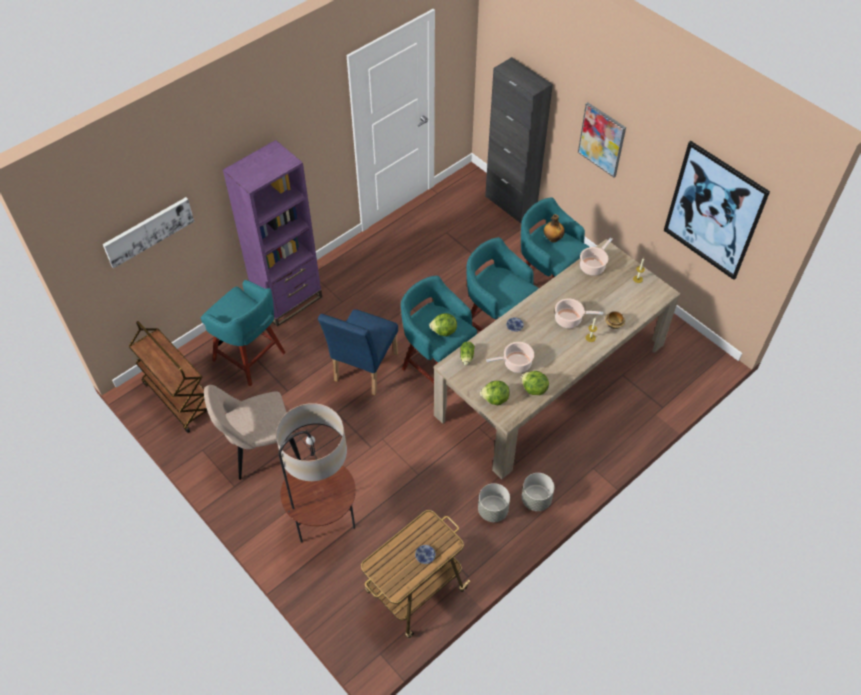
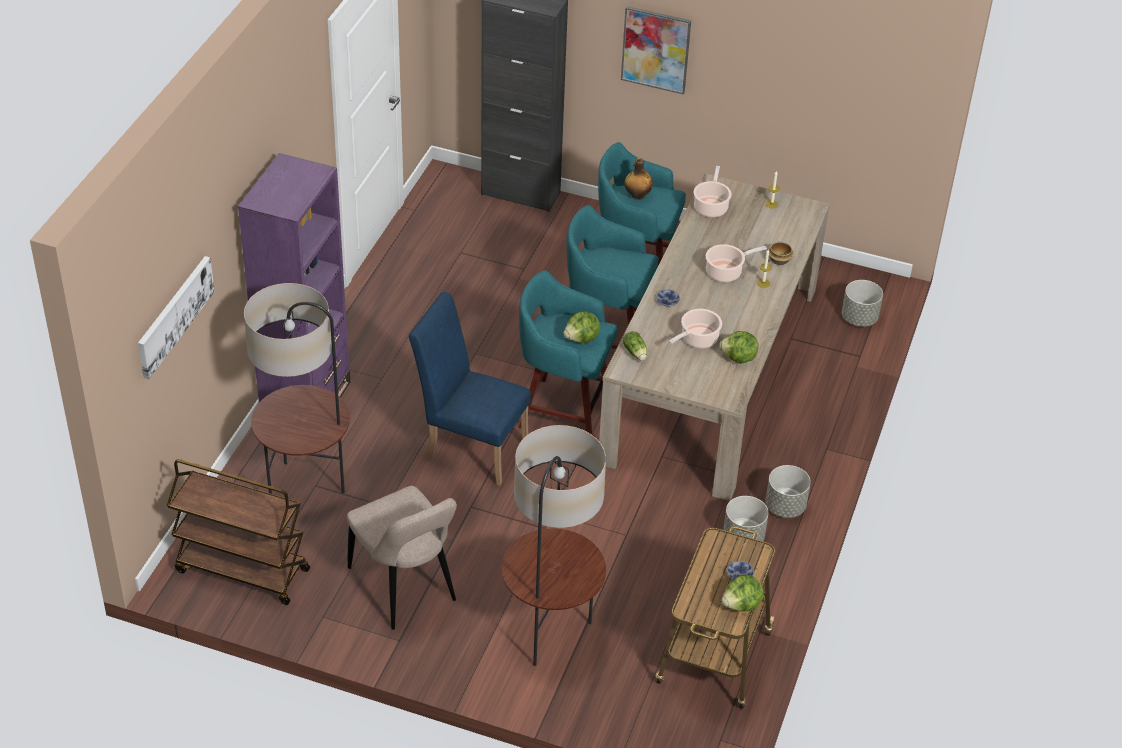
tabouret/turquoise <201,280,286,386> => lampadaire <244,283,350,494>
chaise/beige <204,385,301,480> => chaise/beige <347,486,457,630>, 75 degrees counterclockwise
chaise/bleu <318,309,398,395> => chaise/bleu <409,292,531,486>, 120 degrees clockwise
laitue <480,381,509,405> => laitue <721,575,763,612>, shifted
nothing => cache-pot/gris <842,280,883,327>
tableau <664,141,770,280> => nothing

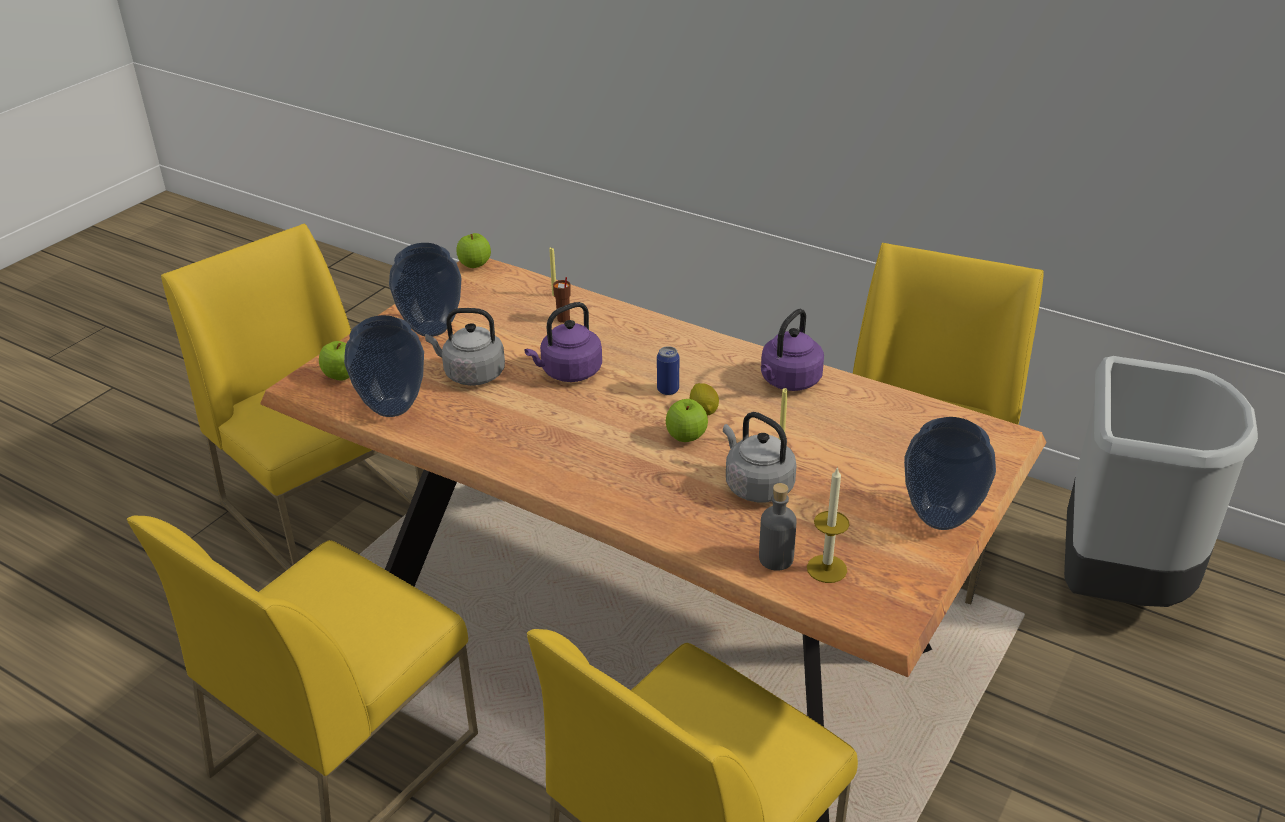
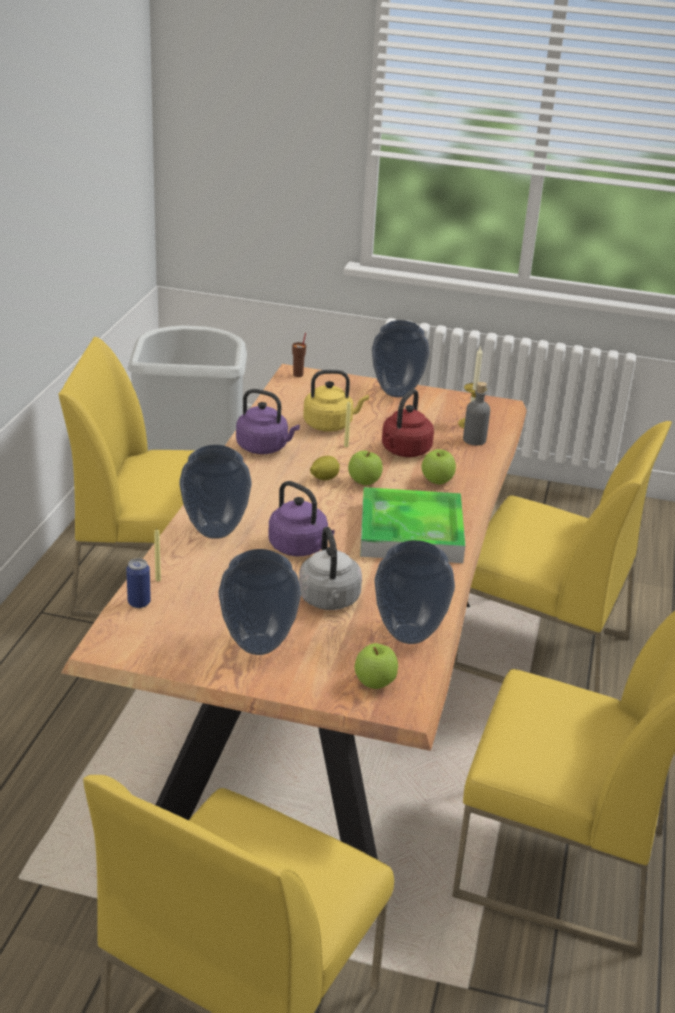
boîte métallique <657,346,679,395> => boîte métallique <126,558,151,608>, shifted
nothing => vase <179,445,252,539>
tasse/marron <553,277,571,323> => tasse/marron <292,333,306,377>, shifted
nothing => bouilloire/jaune <303,370,369,432>
nothing => plateau <360,487,465,563>
bouilloire/gris <723,412,796,502> => bouilloire/rouge <382,389,434,457>
pomme <456,233,491,268> => pomme <422,449,456,484>, shifted

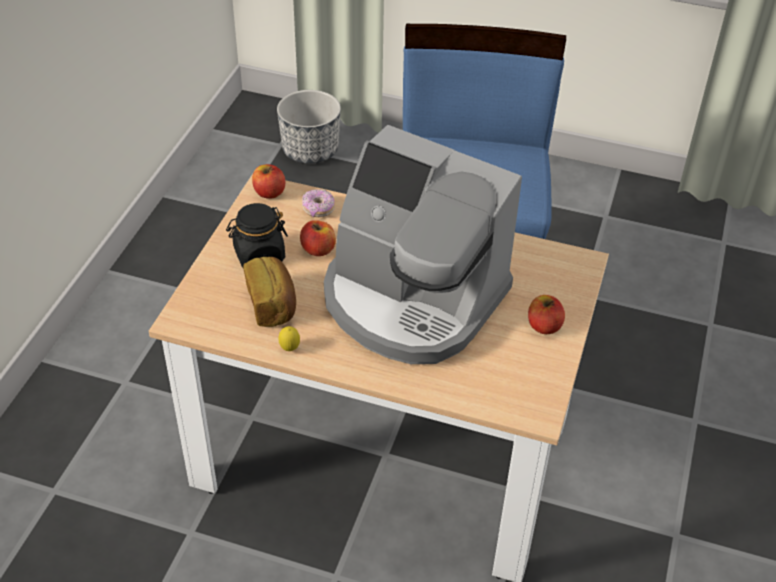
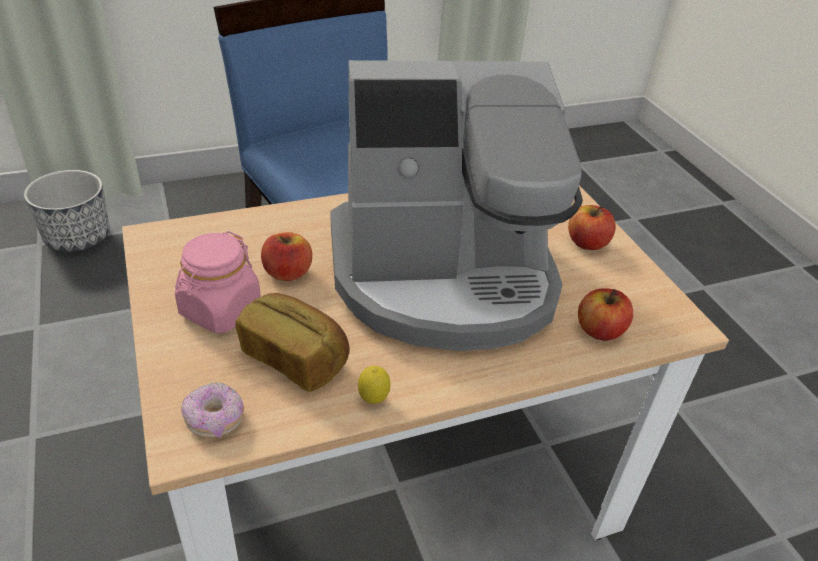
bocal/noir <226,203,288,268> => bocal/rose <175,231,261,334>
beignet <302,189,335,217> => beignet <181,382,244,438>, shifted
pomme <252,164,286,199> => pomme <578,288,633,341>, shifted

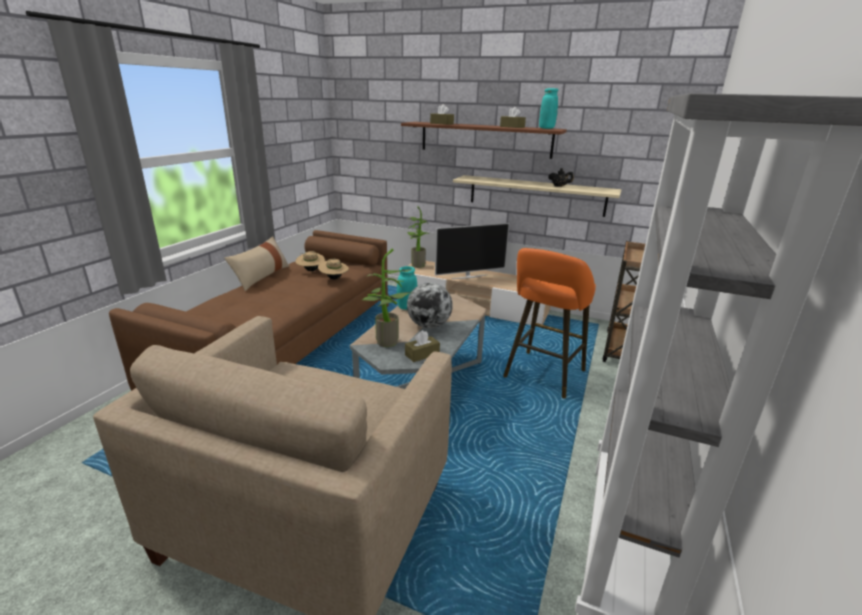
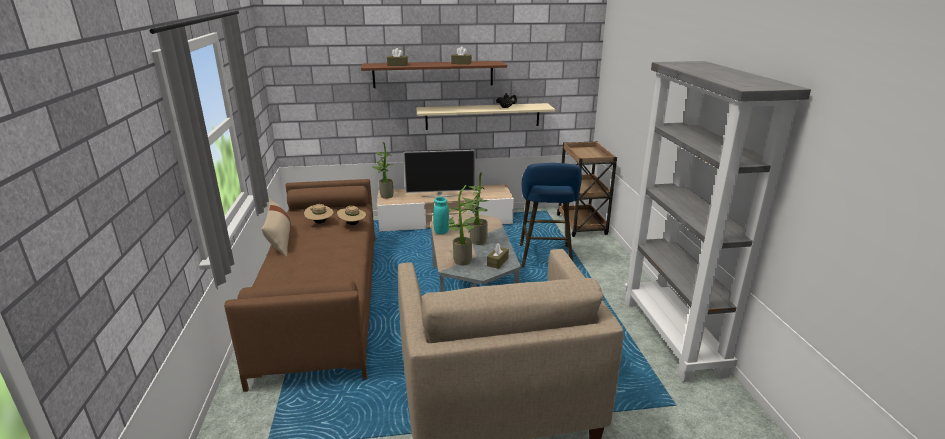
téléviseur <435,223,510,279> => téléviseur <403,150,475,197>, 45 degrees clockwise
globe <407,282,453,328> => plante en pot <461,173,488,245>
tabouret/orange <503,248,596,399> => tabouret/bleu <520,163,582,268>
vase/turquoise <539,88,558,129> => nothing

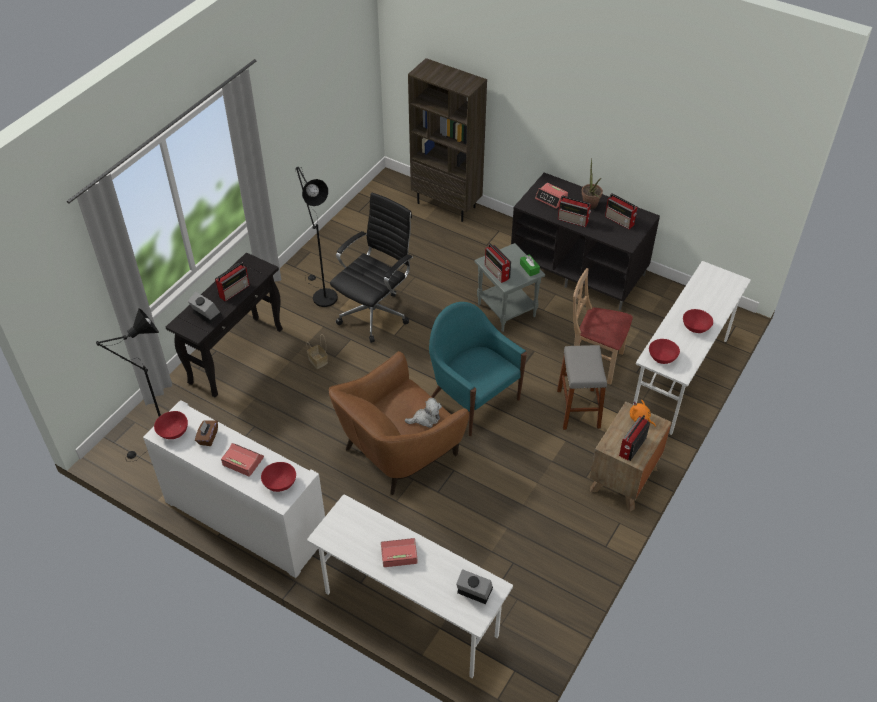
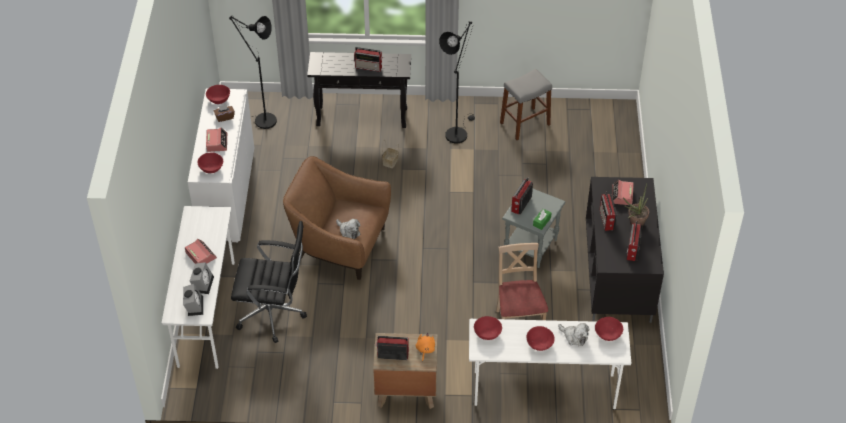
réveil <188,292,222,324> => réveil <190,262,214,294>, shifted
chaise de bureau/noir <330,193,413,343> => chaise de bureau/noir <231,221,307,343>, shifted
tabouret/gris <557,345,607,430> => tabouret/gris <500,69,552,140>, shifted
nothing => peluche <558,323,590,346>
nothing => bol/rouge <595,317,623,341>
bibliothèque/marron <408,58,487,222> => nothing
fauteuil/turquoise <429,302,527,436> => nothing

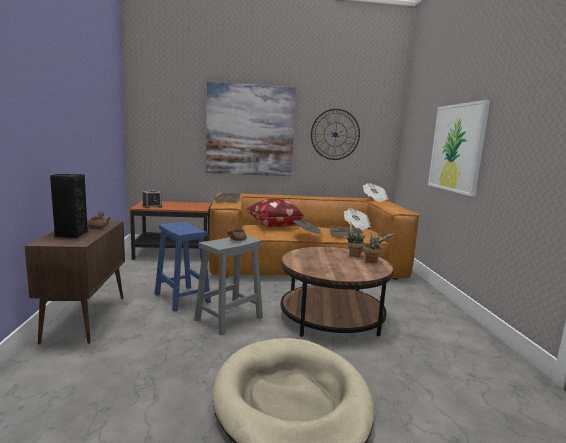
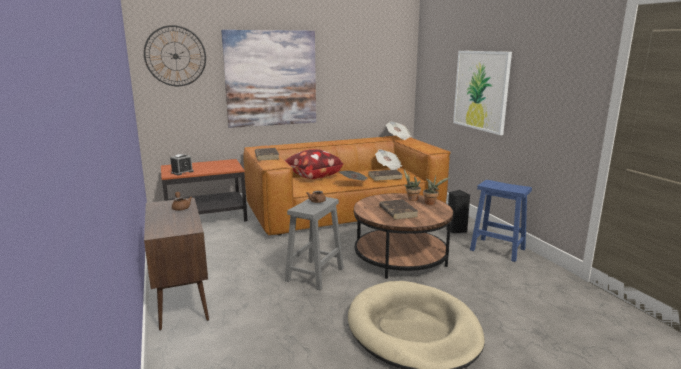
horloge murale <311,109,360,160> => horloge murale <144,25,206,86>, shifted
nothing => livre/marron <379,199,418,219>
enceinte/noir <50,174,88,238> => enceinte/noir <446,190,470,234>, shifted
tabouret/bleu <155,222,211,312> => tabouret/bleu <470,180,532,262>, shifted

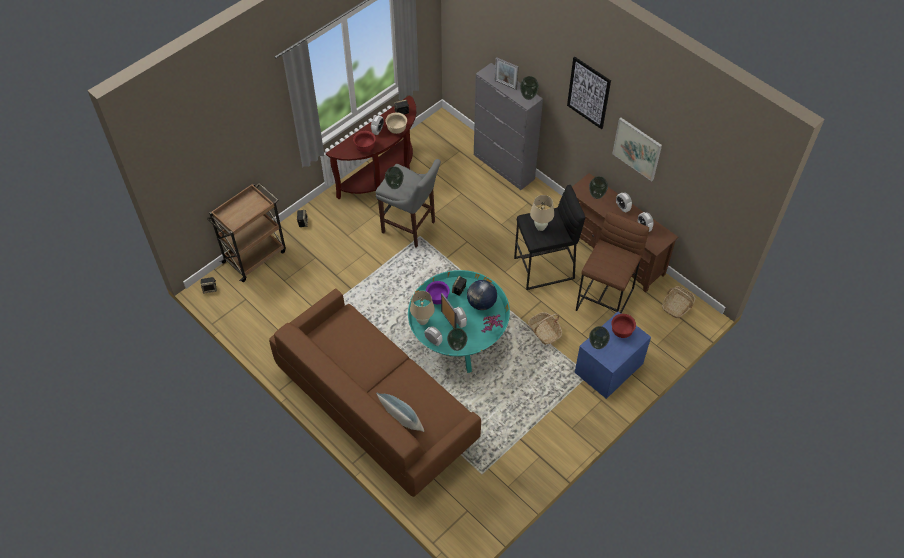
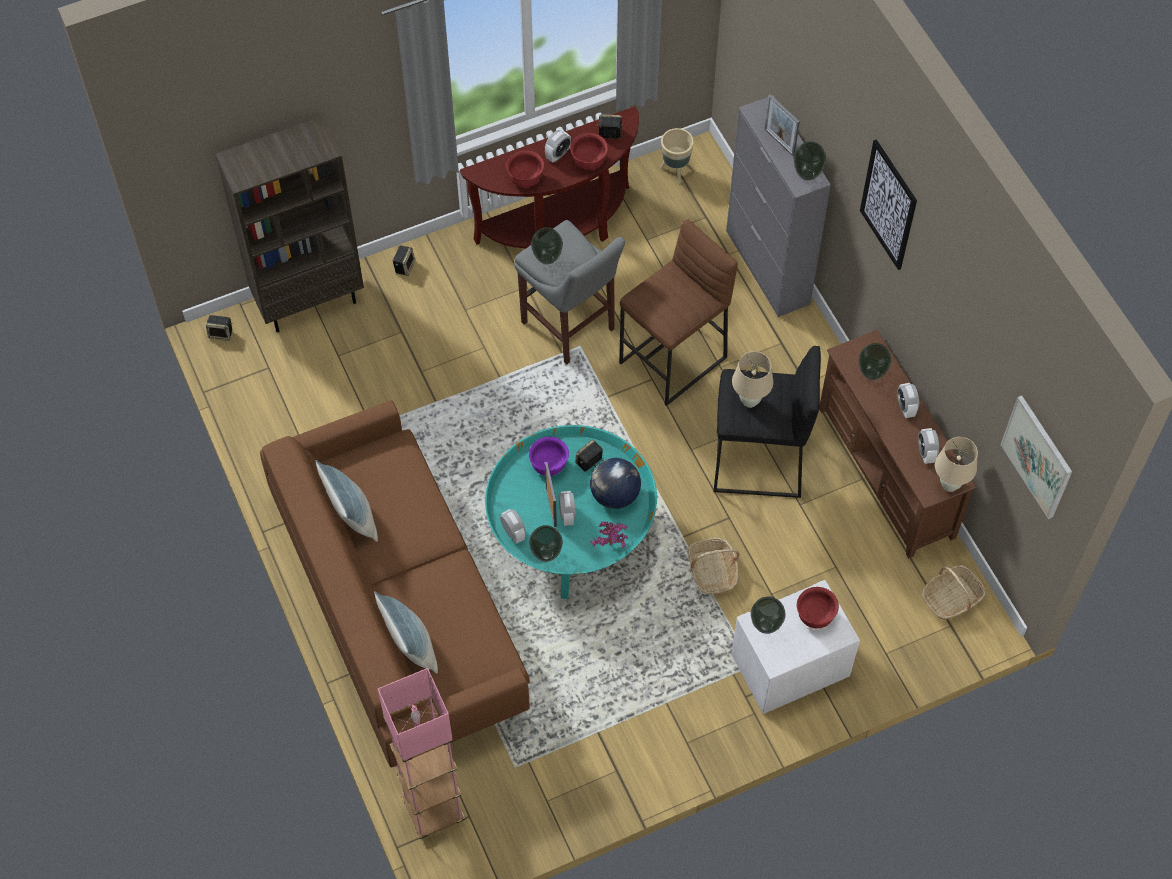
chariot/marron <207,183,286,282> => bibliothèque/marron <215,116,364,332>
nothing => coussin <316,460,378,542>
nothing => lampadaire/rose <378,668,465,839>
bol/beige <385,112,407,134> => bol/rouge <571,133,608,170>
tabouret/marron <576,212,649,313> => tabouret/marron <619,219,738,406>, shifted
nothing => cache-pot/beige <660,128,694,184>
table de chevet/bleu <575,312,651,399> => table de chevet/blanc <731,580,860,714>
lampe de table/beige <410,291,435,325> => lampe de table/beige <935,437,978,492>, shifted
tableau <612,118,662,181> => tableau <1001,395,1072,519>, shifted

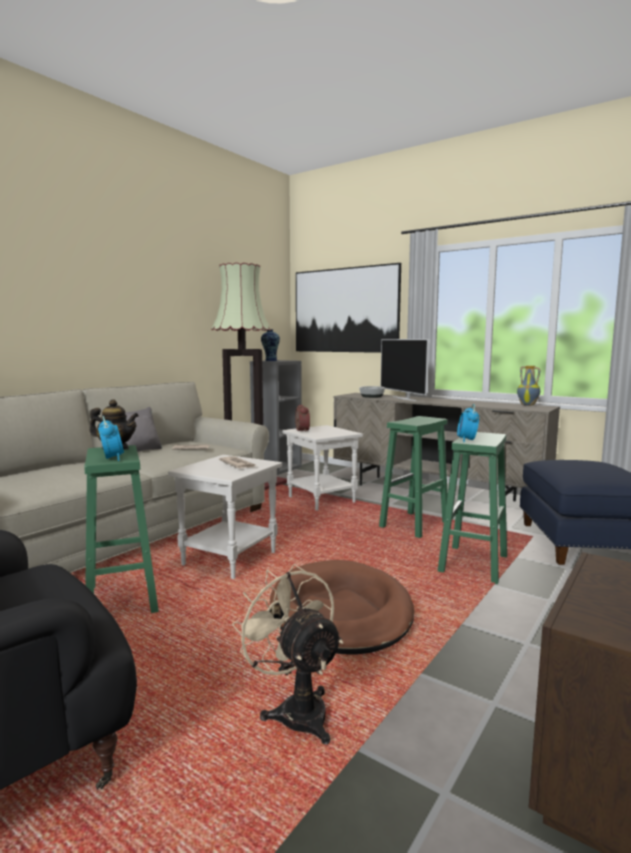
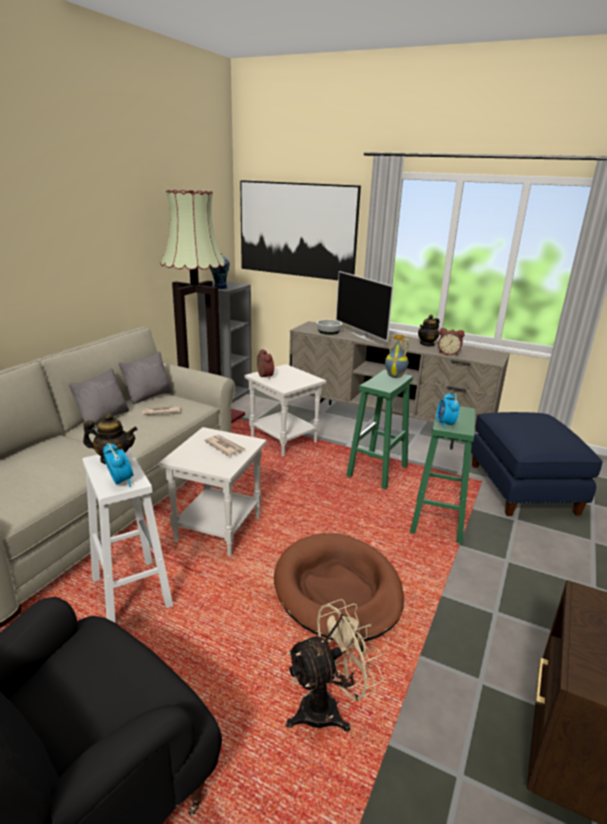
tabouret/vert <84,445,159,613> => tabouret/blanc <82,448,173,623>
nothing => coussin/gris <119,352,173,405>
ventilateur/beige <232,564,343,745> => ventilateur/beige <286,599,384,732>, 105 degrees clockwise
vase <517,366,540,406> => vase <385,335,409,378>, shifted
nothing => théière <418,315,439,347>
nothing => réveil <438,328,465,355>

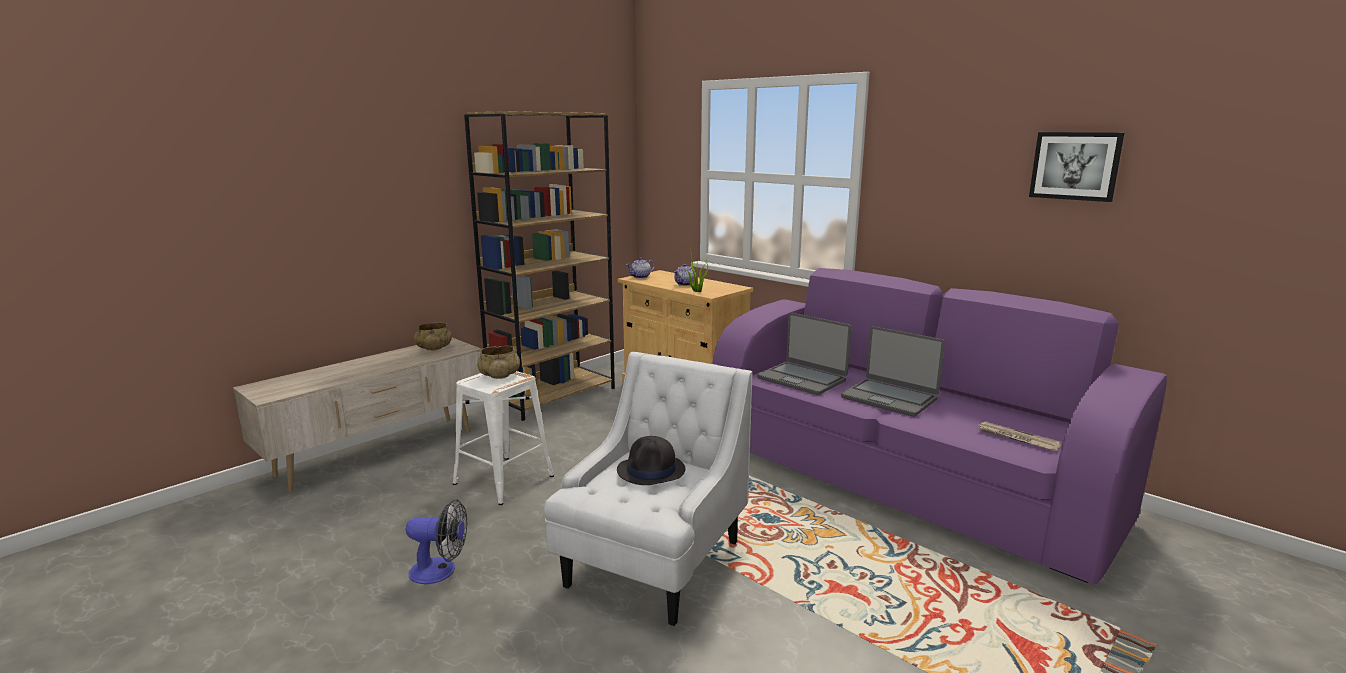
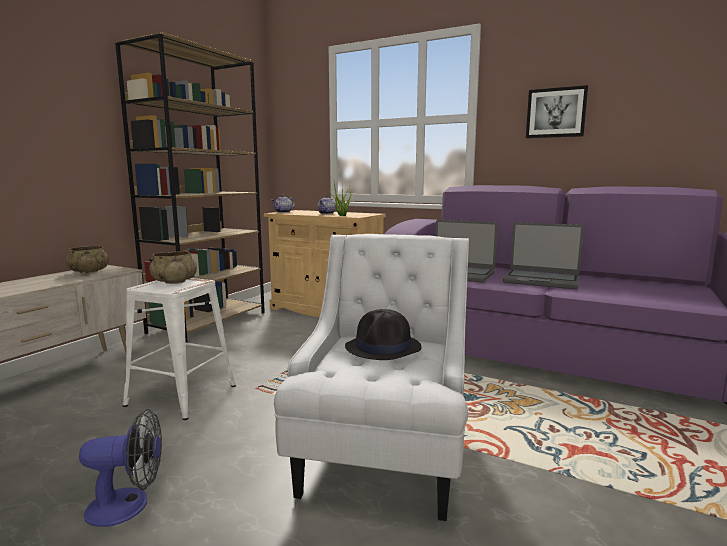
tableau <1029,132,1124,202> => tableau <526,85,588,138>, shifted
journal <978,422,1062,451> => nothing

